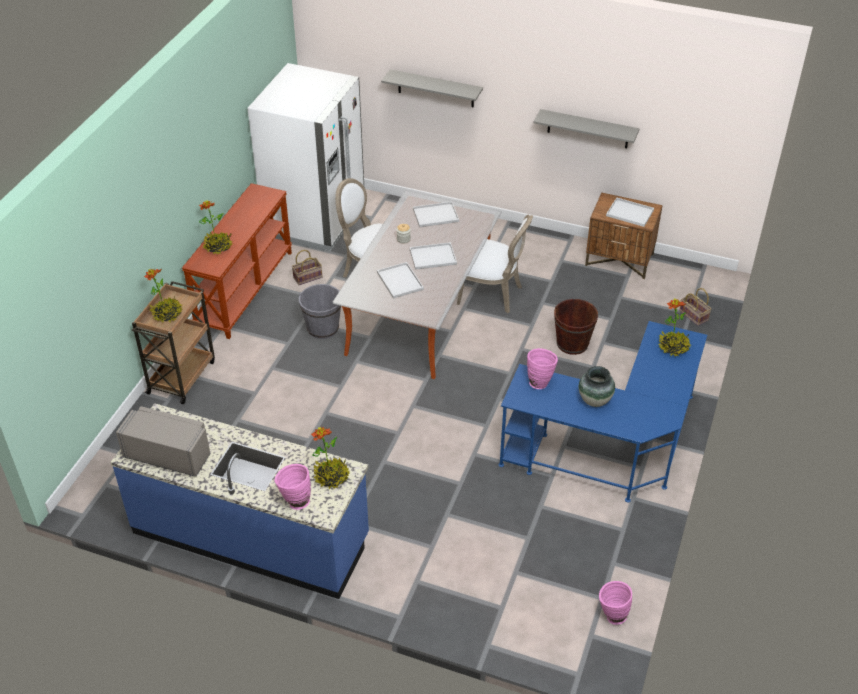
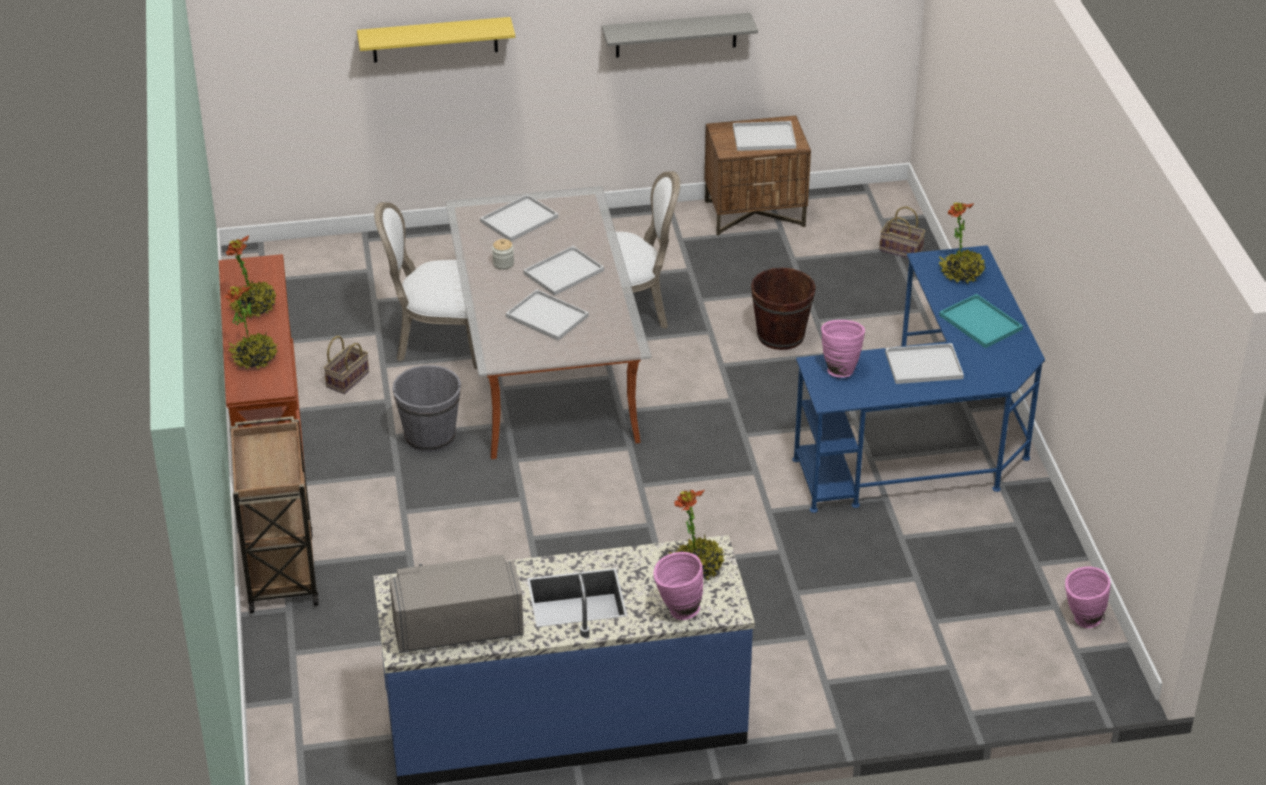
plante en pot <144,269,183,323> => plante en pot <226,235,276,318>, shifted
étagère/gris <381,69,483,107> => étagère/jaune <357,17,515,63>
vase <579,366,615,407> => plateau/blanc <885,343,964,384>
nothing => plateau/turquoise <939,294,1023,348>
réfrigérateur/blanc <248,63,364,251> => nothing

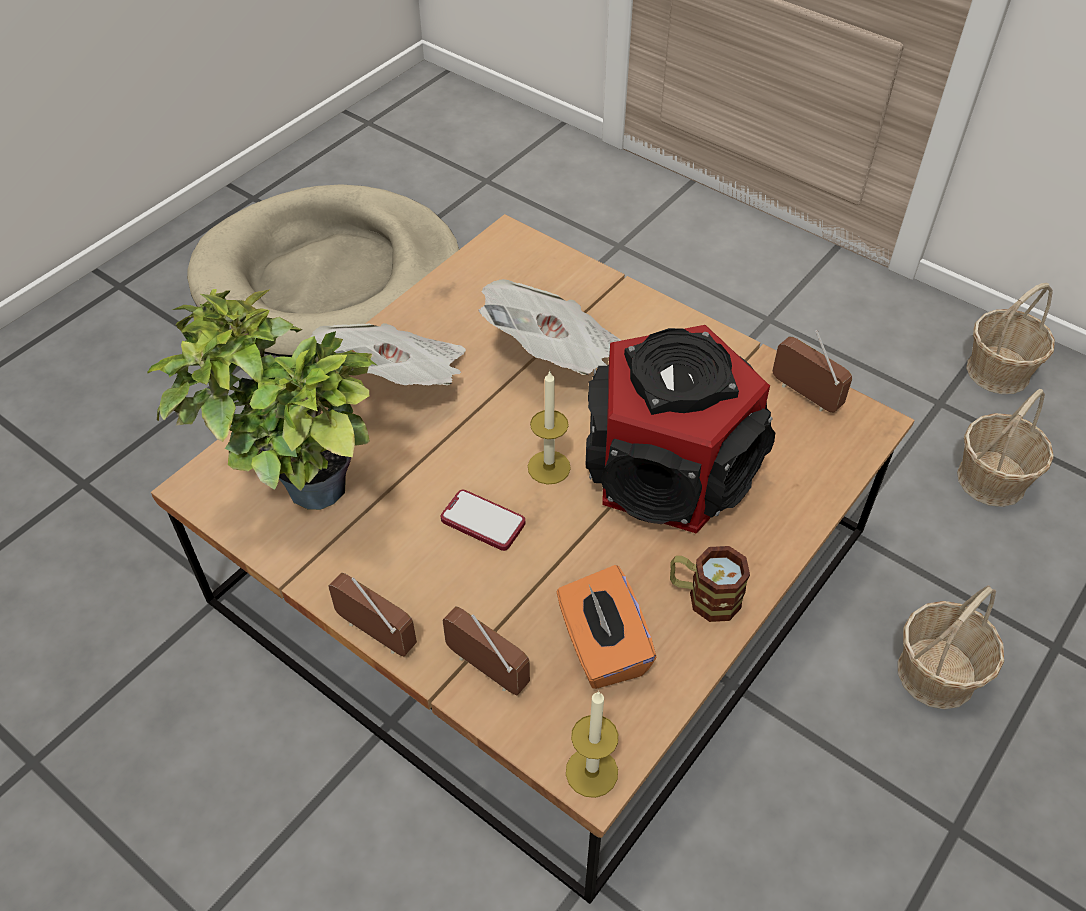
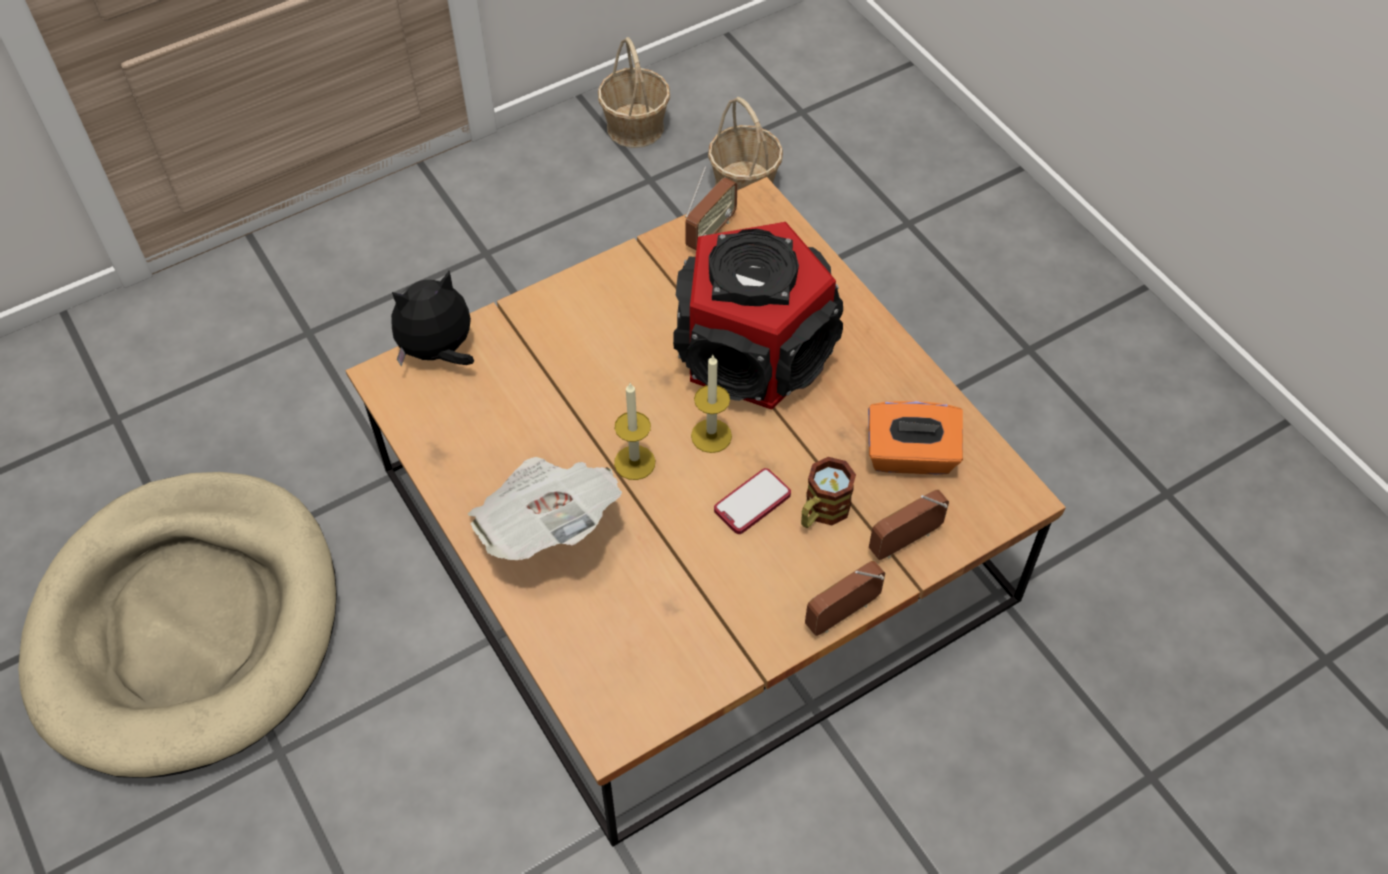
nothing => peluche <391,271,474,367>
bougie <566,691,618,798> => bougie <614,383,655,480>, shifted
radio <772,330,852,413> => radio <685,167,738,250>, 150 degrees clockwise
mug <670,546,750,622> => mug <801,457,856,528>, shifted
plante en pot <148,289,377,510> => nothing
journal <479,279,622,375> => nothing
panier <898,585,1004,709> => nothing

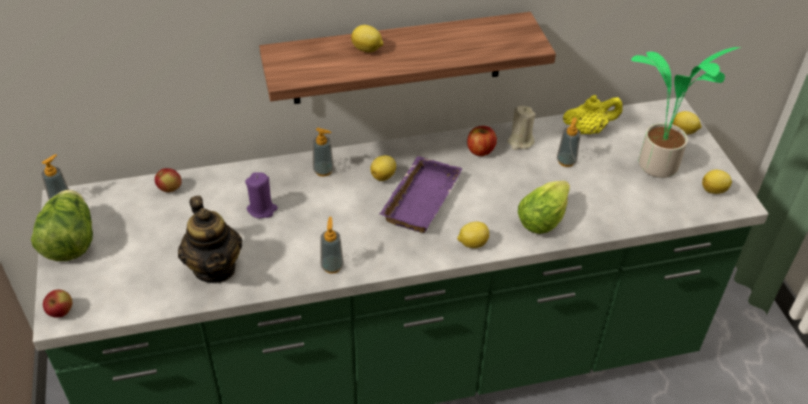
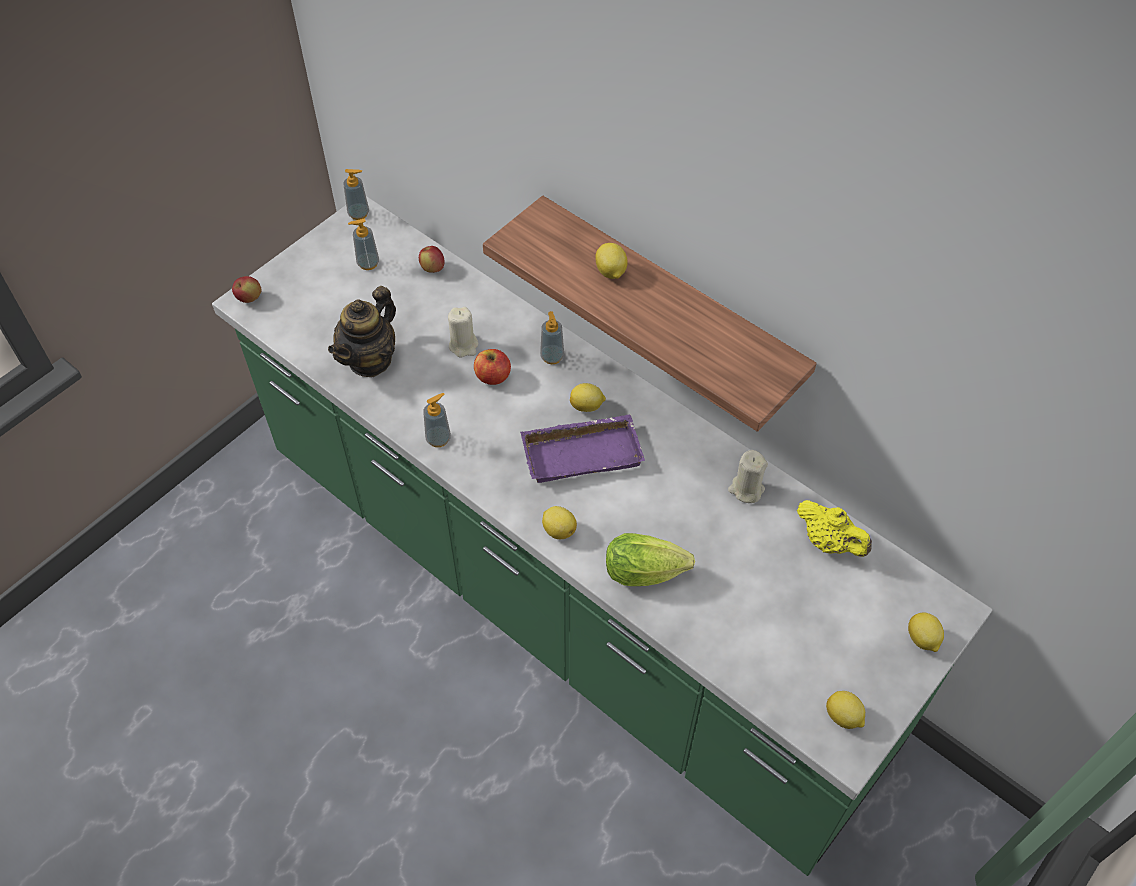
distributeur de savon <557,117,581,167> => distributeur de savon <348,219,379,270>, shifted
bougie/violet <245,172,278,218> => bougie/beige <448,307,478,357>
pomme <467,126,497,156> => pomme <474,349,511,385>, shifted
laitue <31,190,93,261> => nothing
plante en pot <631,47,741,178> => nothing

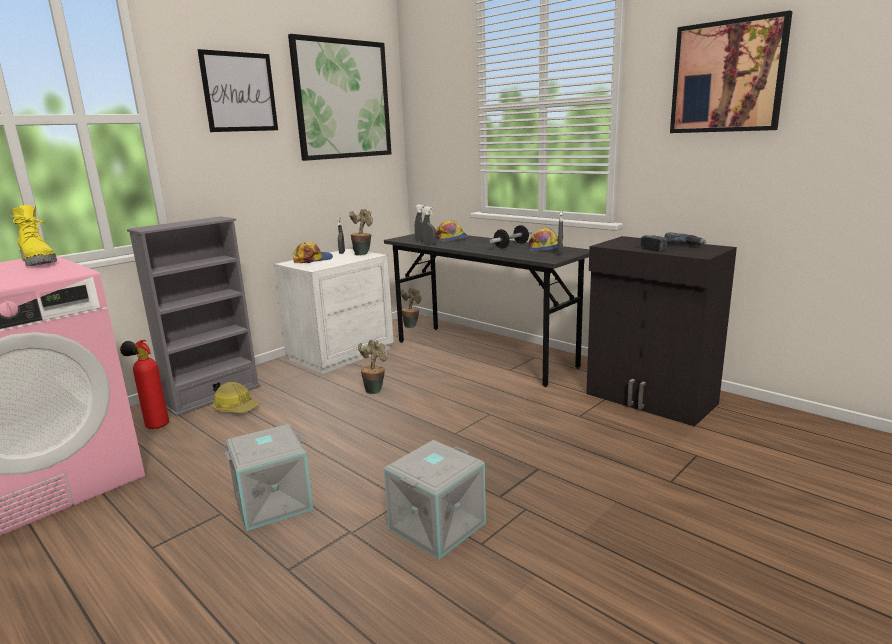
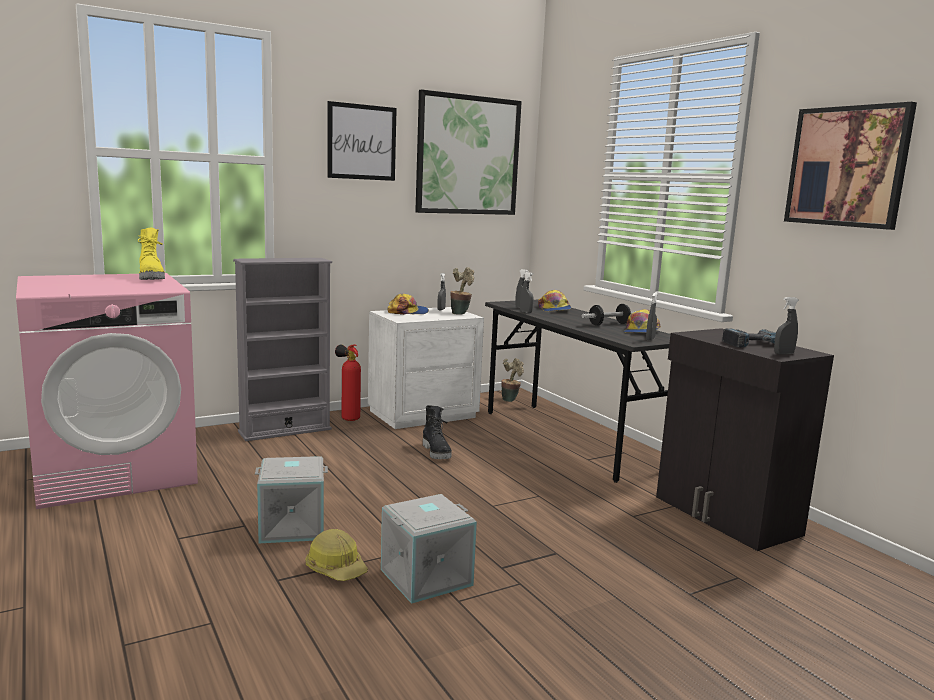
casque de chantier <212,382,259,413> => casque de chantier <305,529,368,581>, shifted
extincteur <120,339,169,429> => extincteur <335,344,361,421>, shifted
plante en pot <358,340,388,394> => botte/noir <423,405,452,459>
nothing => vaporisateur/gris <774,297,799,355>

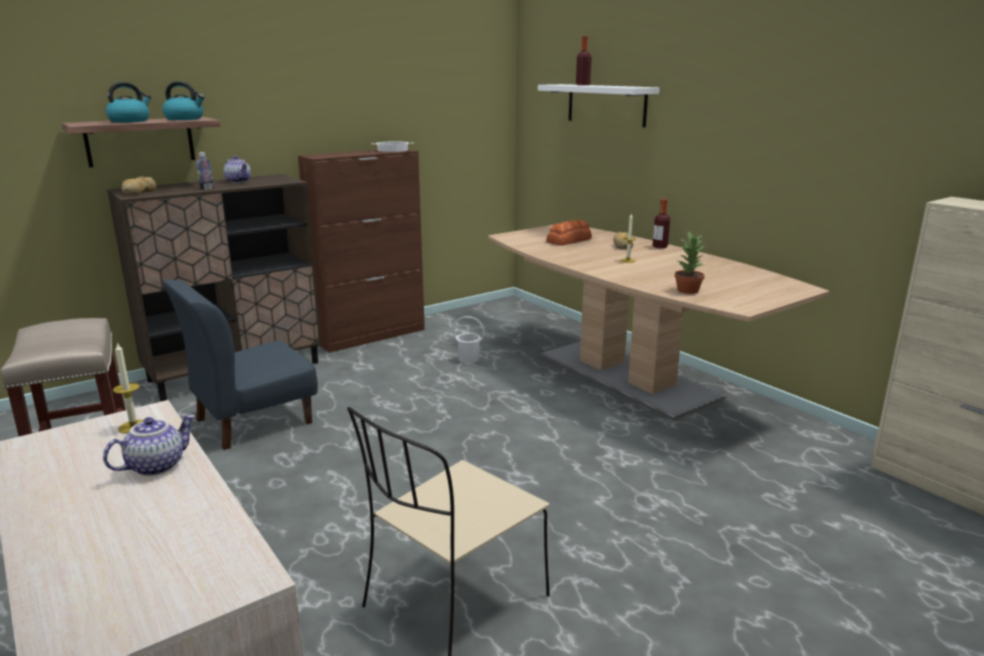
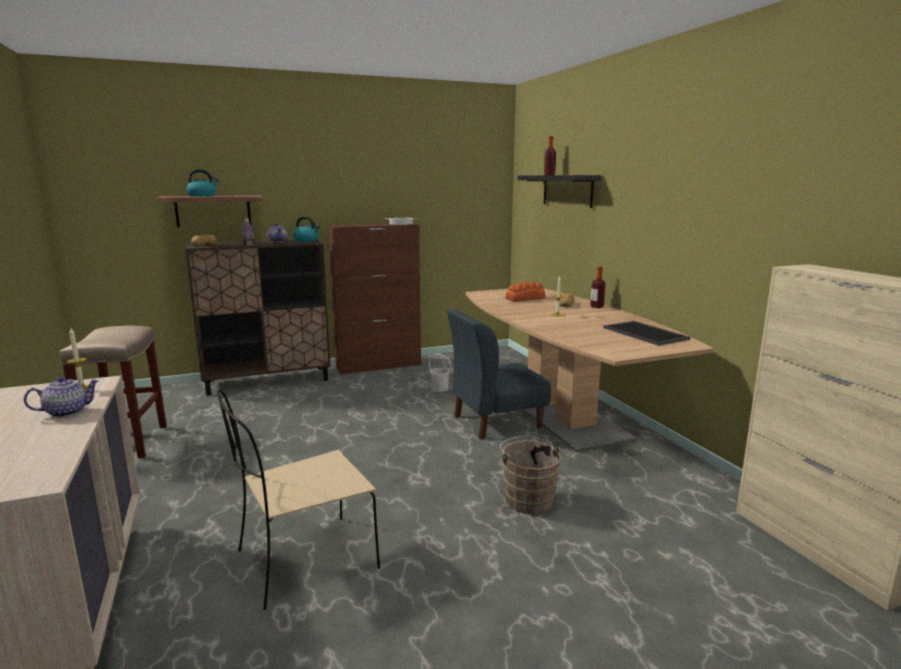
bouilloire <162,81,205,120> => bouilloire <293,216,320,242>, shifted
chaise/bleu <163,280,318,450> => chaise/bleu <447,309,551,440>, shifted
nothing => seau/marron <500,436,561,514>
étagère/blanc <538,84,660,127> => étagère/noir <518,175,601,208>
nothing => plateau <603,321,690,346>
plante en pot <675,231,705,294> => nothing

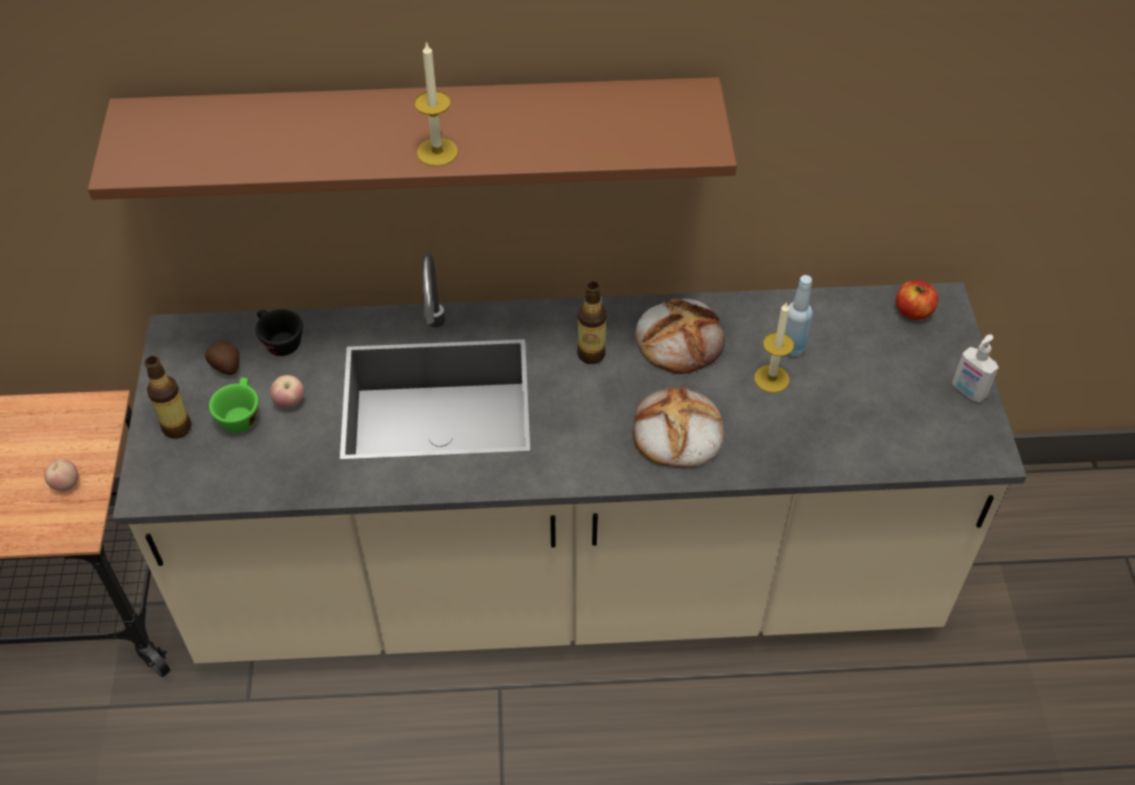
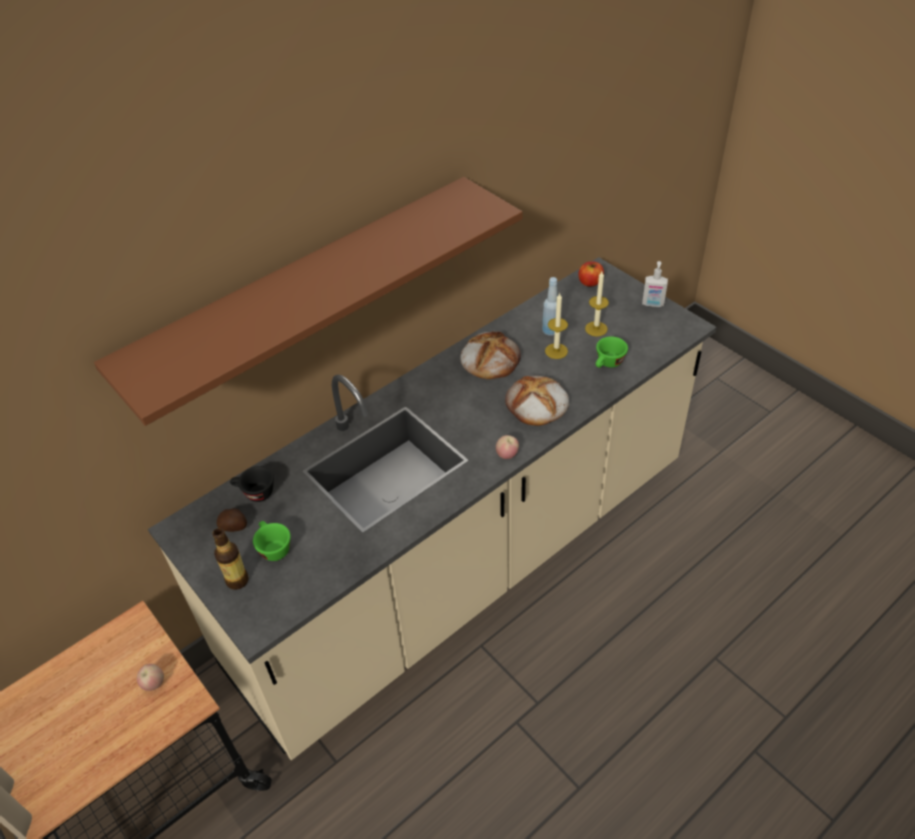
pomme <270,375,304,408> => pomme <496,435,519,459>, shifted
bougie <414,41,458,166> => bougie <585,271,609,337>, shifted
nothing => tasse/vert <596,337,628,368>
bouteille <577,281,606,364> => nothing

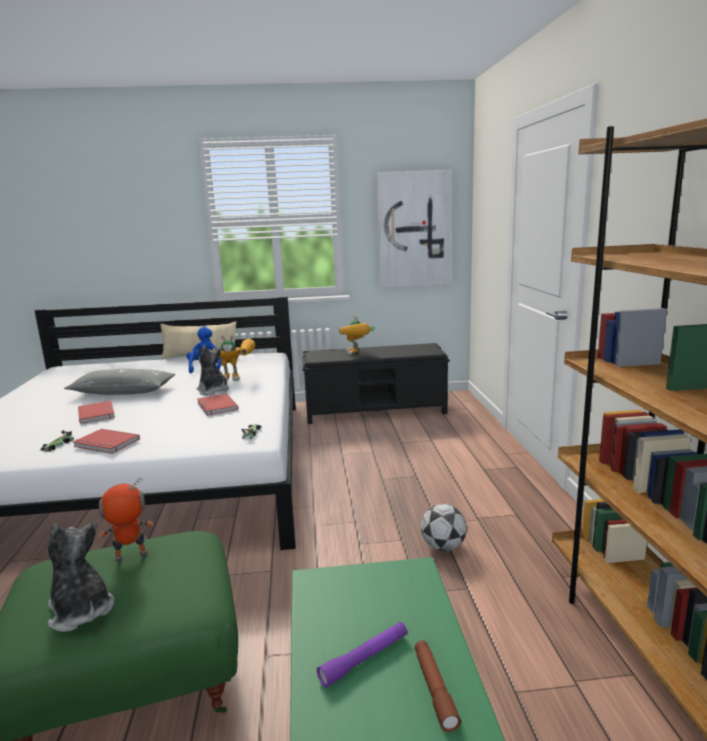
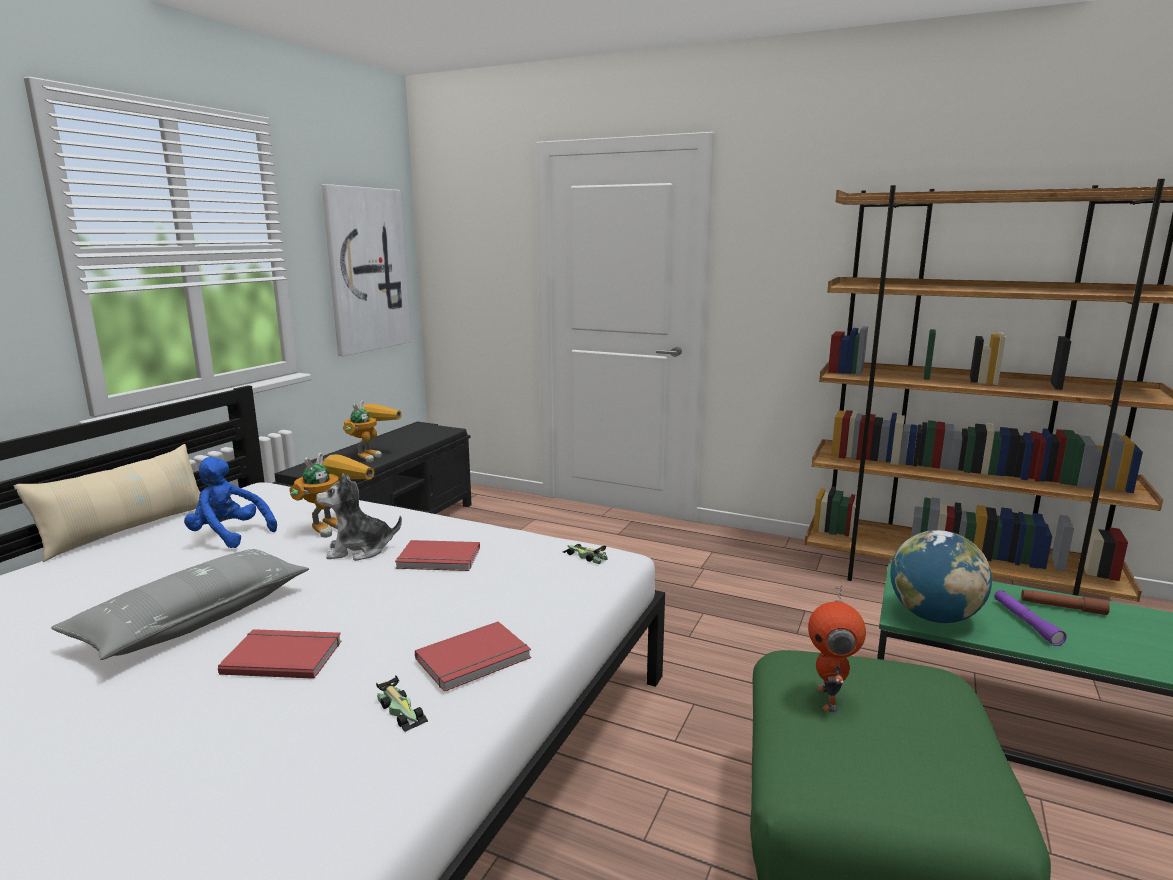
robot jouet <339,315,375,355> => robot jouet <343,401,402,462>, 90 degrees counterclockwise
nothing => globe <890,530,992,623>
peluche <48,521,114,632> => nothing
ballon de foot <421,504,467,551> => nothing

